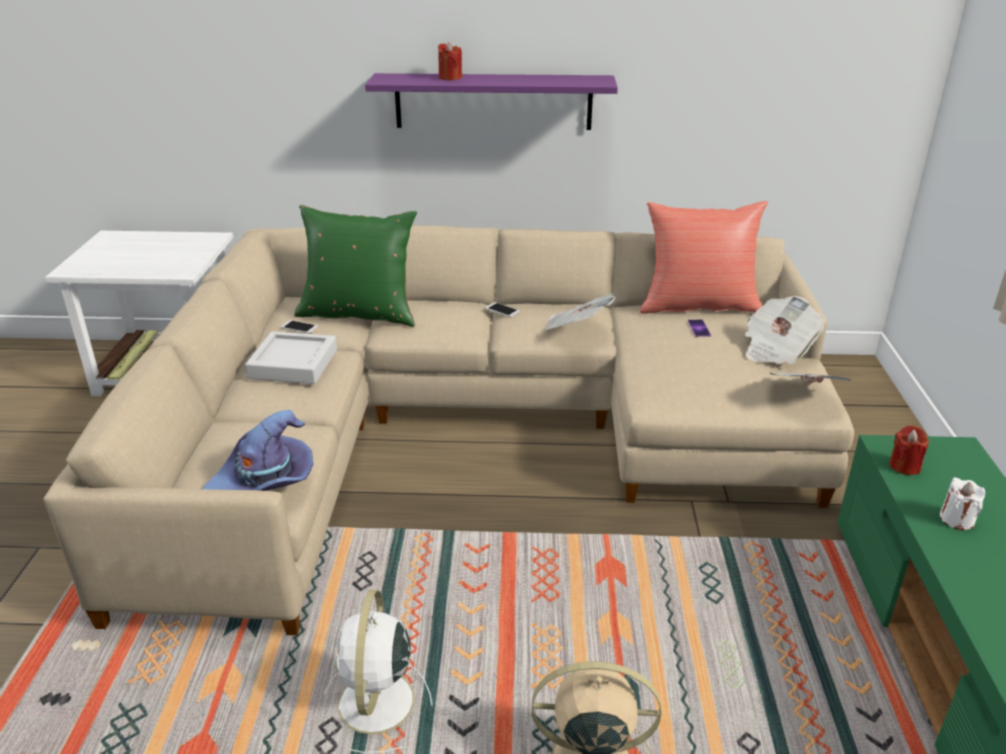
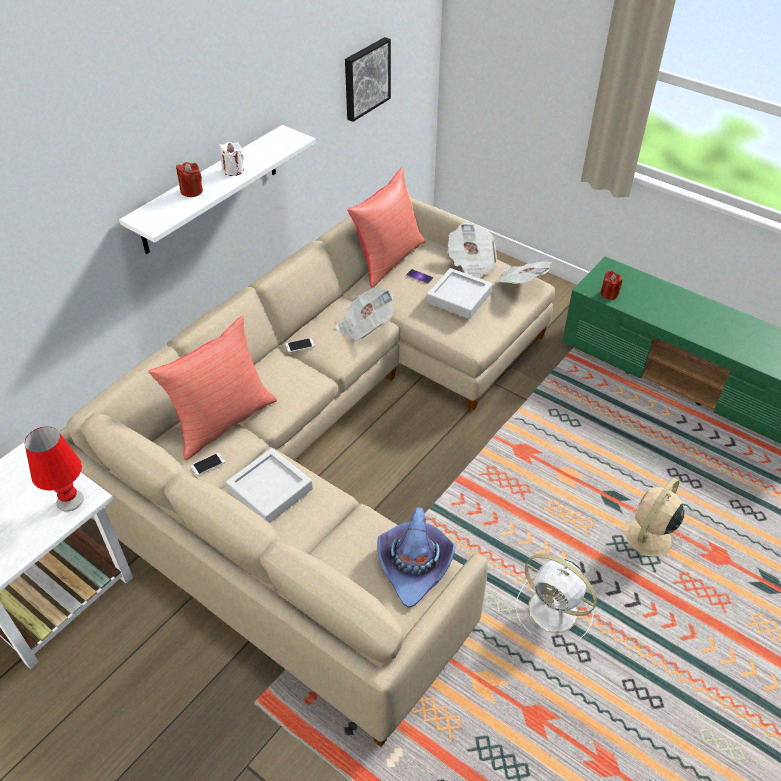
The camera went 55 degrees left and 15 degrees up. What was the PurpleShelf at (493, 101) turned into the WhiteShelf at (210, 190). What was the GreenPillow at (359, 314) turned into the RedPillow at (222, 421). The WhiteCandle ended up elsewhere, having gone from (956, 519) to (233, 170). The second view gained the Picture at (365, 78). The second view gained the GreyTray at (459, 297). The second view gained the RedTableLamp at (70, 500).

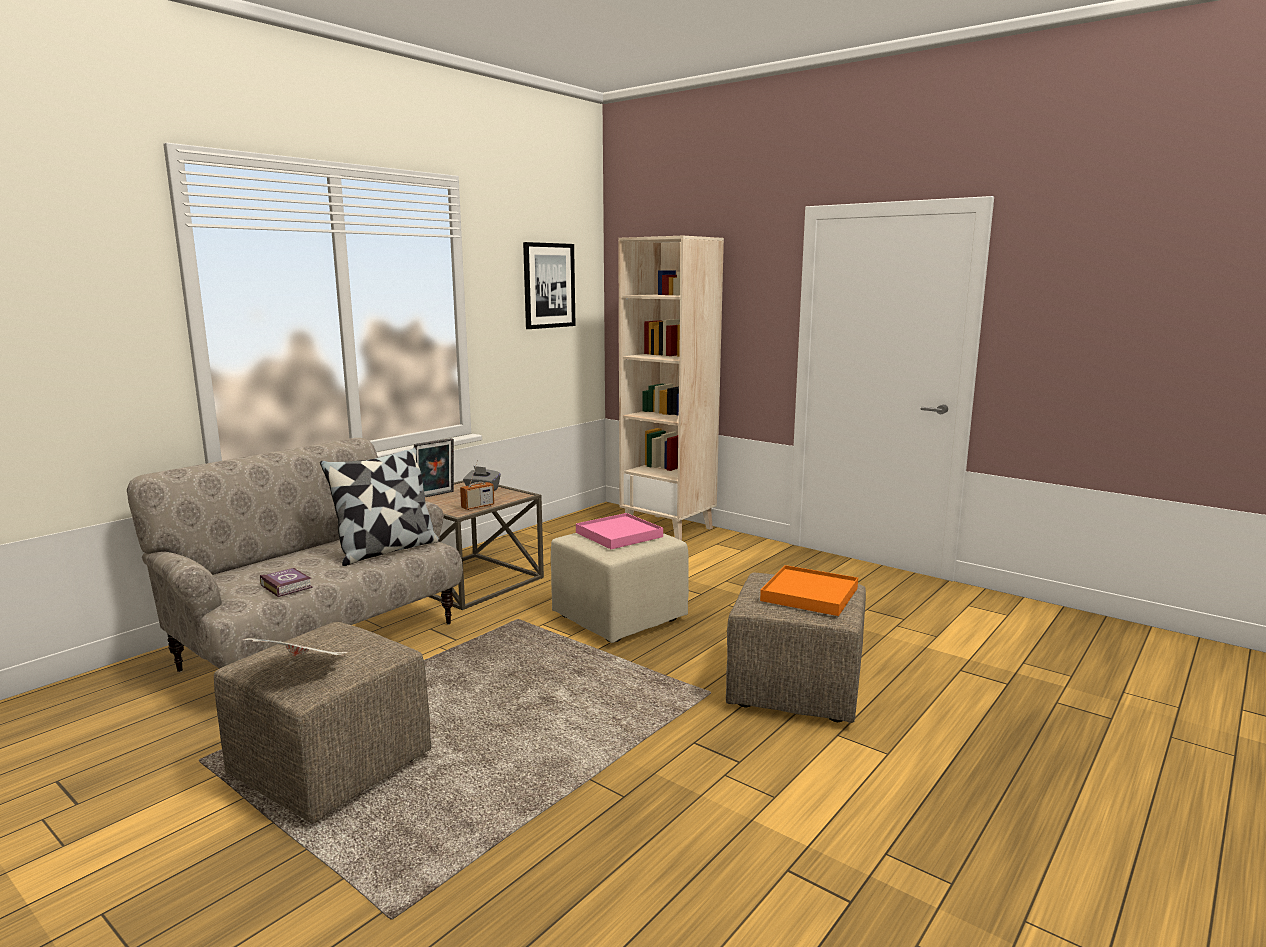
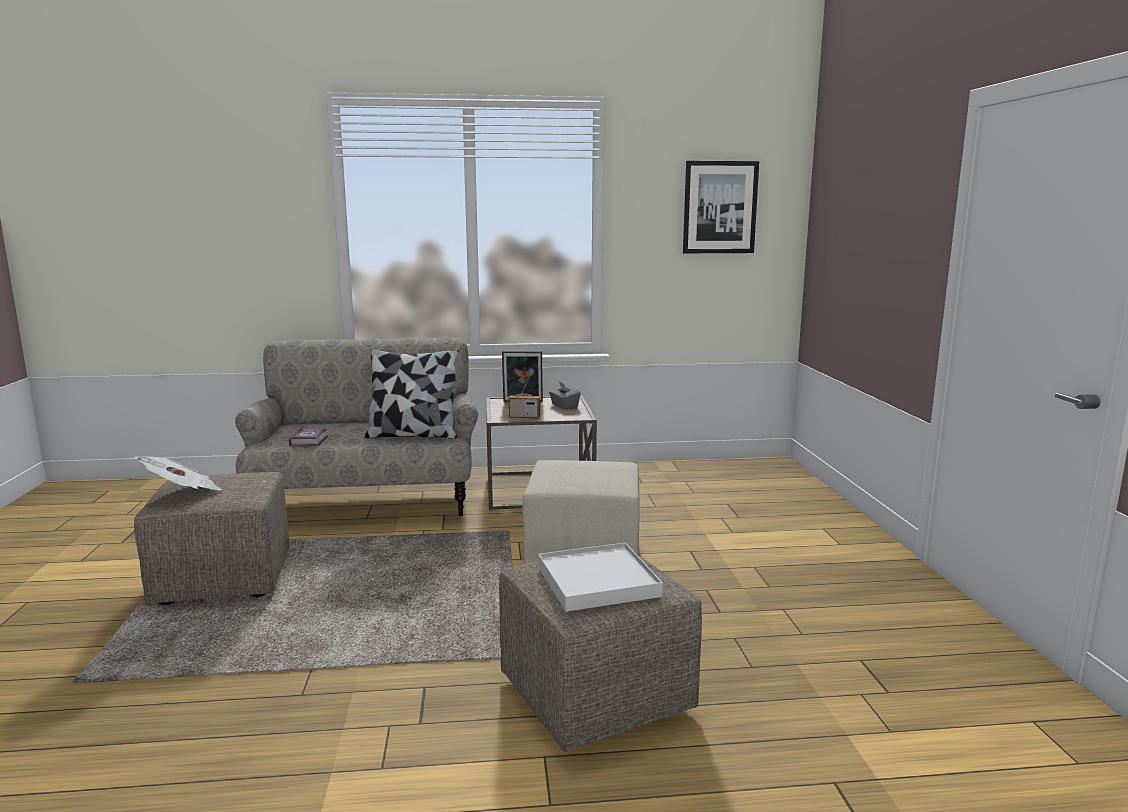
The camera went 45 degrees right and 0 degrees up. The second view lost the BeigeBookcase at (669, 528). The second view lost the PinkTray at (619, 535). What was the OrangeTray at (810, 594) turned into the WhiteTray at (598, 581).

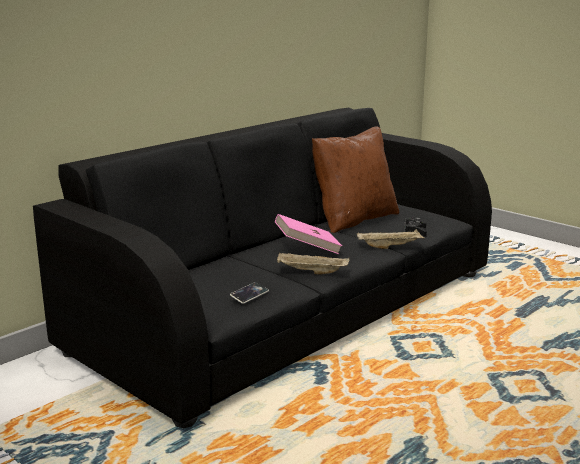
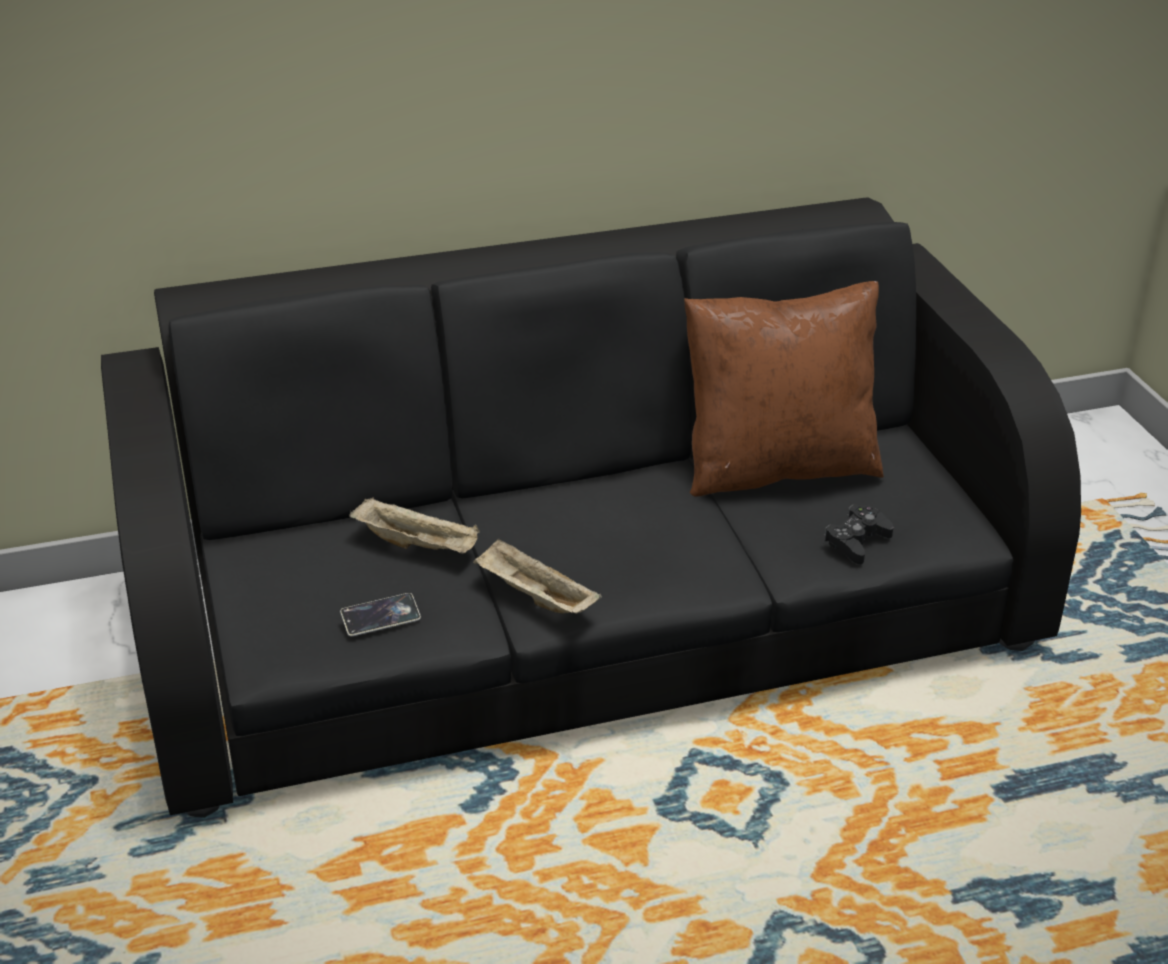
The camera went 30 degrees right and 15 degrees up. The second view lost the PinkBook at (307, 248). The BeigeTray ended up elsewhere, having gone from (390, 247) to (418, 545).

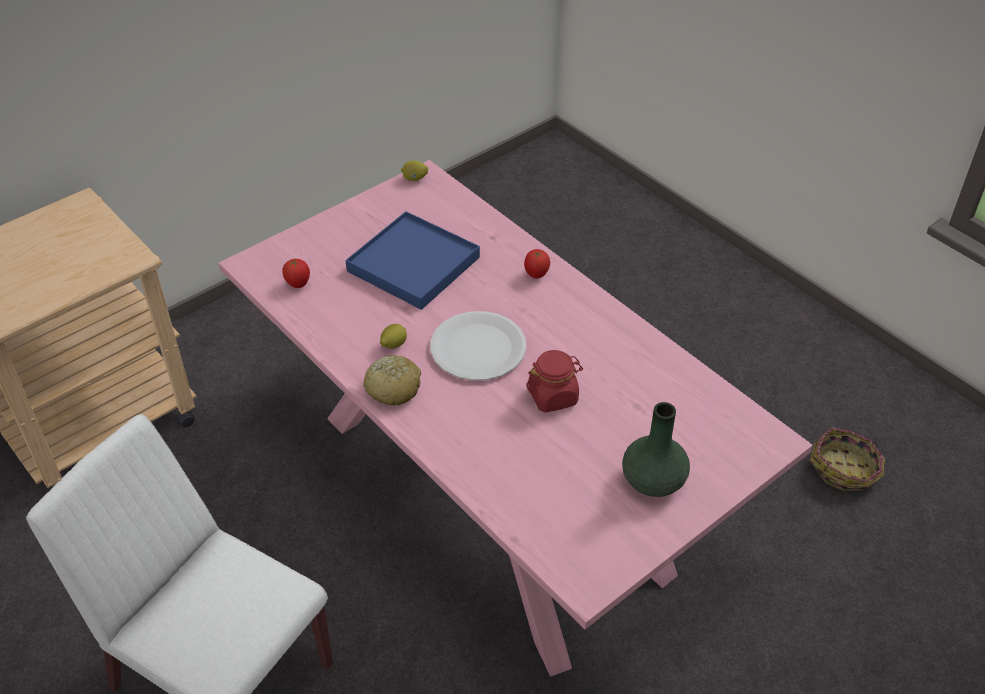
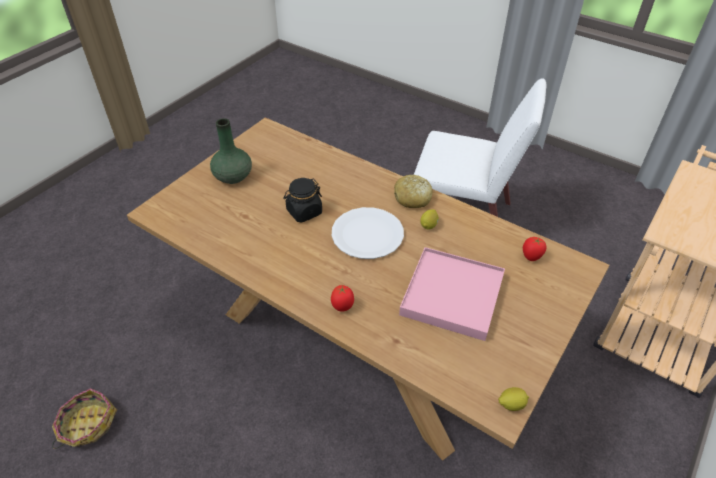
The camera went 165 degrees right and 0 degrees up. What was the PinkDiningTable at (490, 494) turned into the BrownDiningTable at (359, 341). What was the BlueTray at (413, 264) turned into the PinkTray at (452, 295). What was the RedJar at (553, 396) turned into the BlackJar at (304, 212).

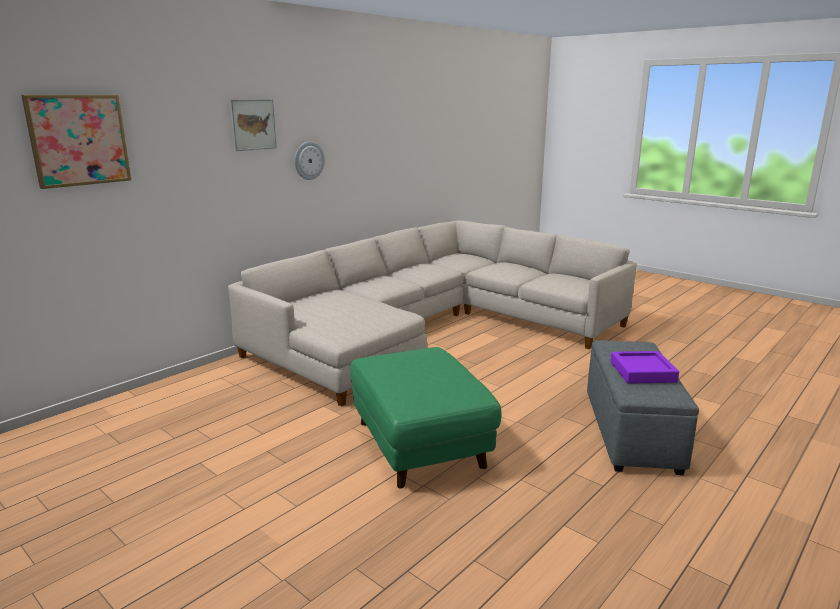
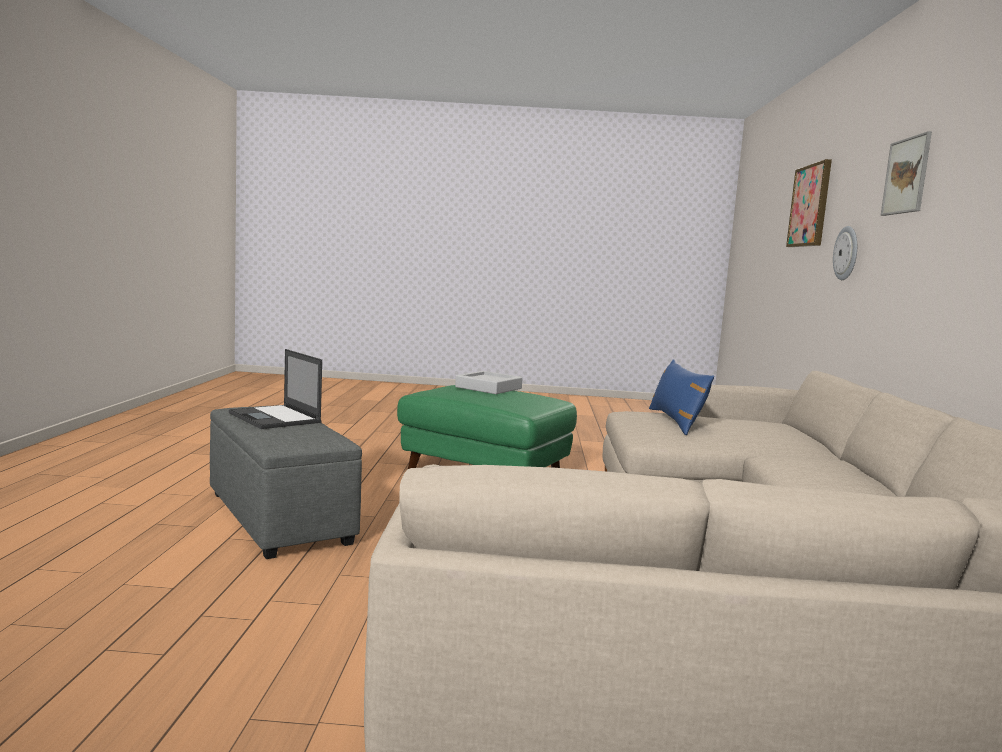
The camera went 140 degrees right and 10 degrees down. The WallClock ended up elsewhere, having gone from (309, 160) to (846, 253). Where the PurpleTray stood at (642, 372), the Laptop came to stand at (275, 418). The second view gained the BluePillow at (676, 421). The second view gained the GreyTray at (488, 388).

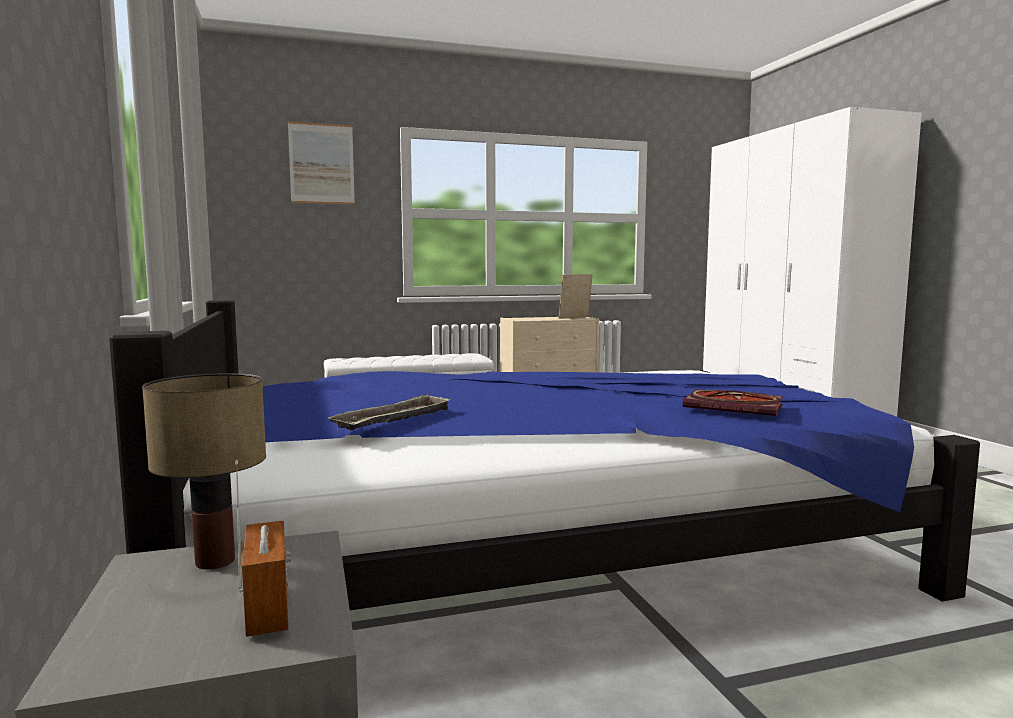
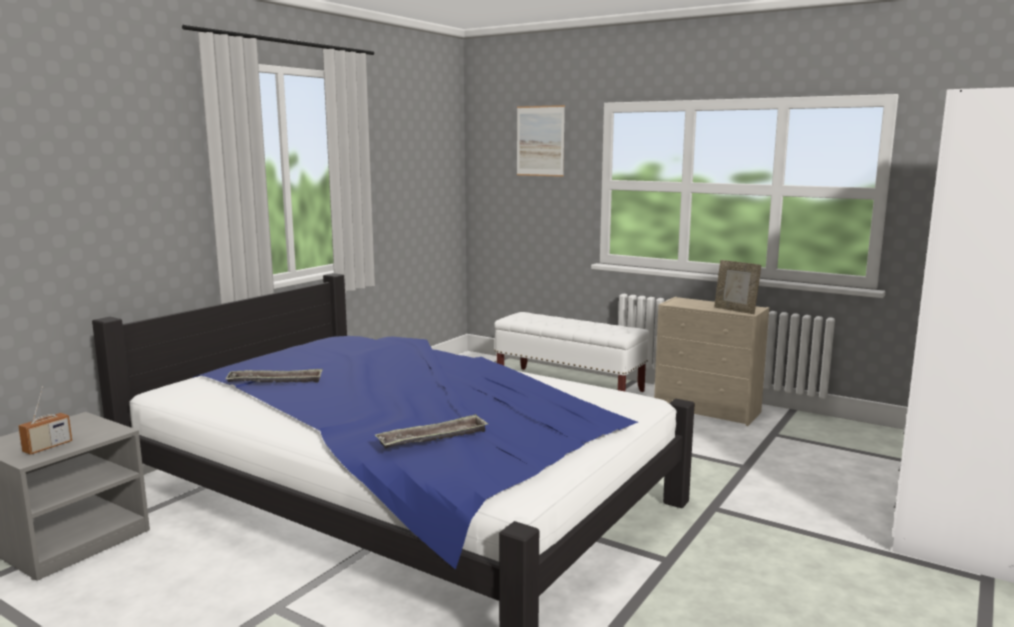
The camera went 50 degrees right and 5 degrees up. The PictureFrame at (575, 318) ended up facing another way, 150 degrees counterclockwise from before. The second view lost the TableLamp at (213, 562). Where the Book stood at (736, 407), the Tray came to stand at (433, 438).

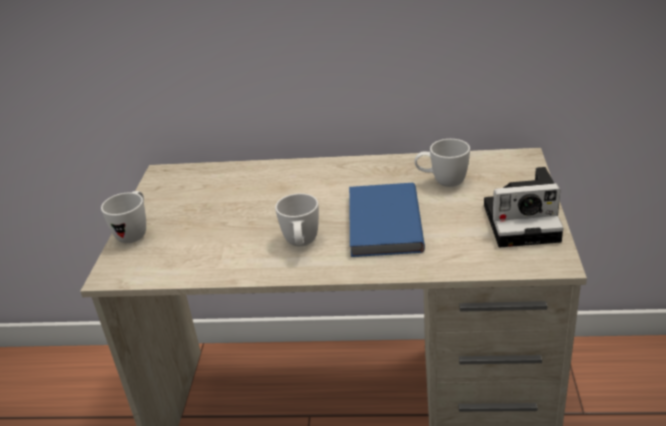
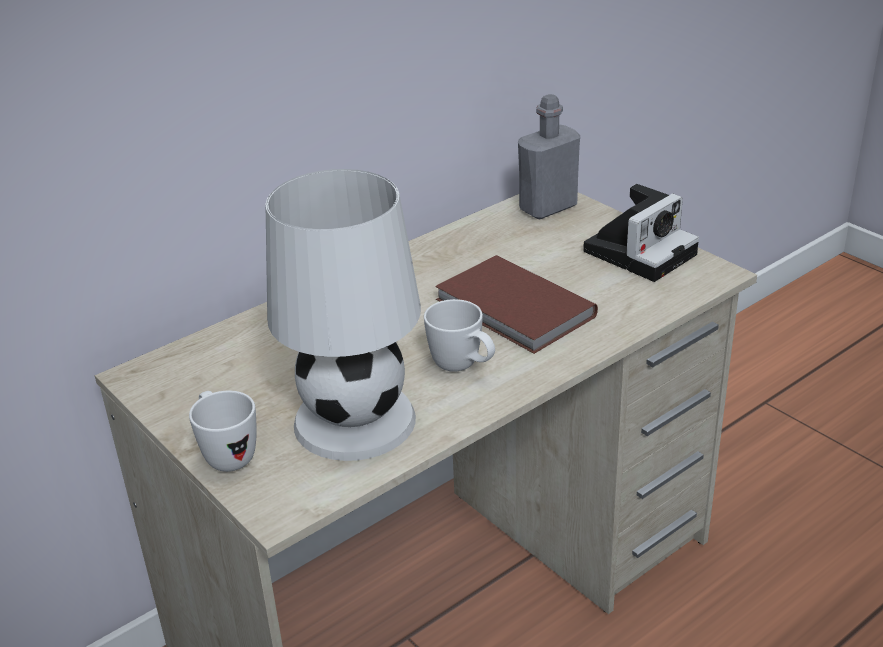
The camera went 45 degrees left and 0 degrees up. The second view lost the WhiteMug at (442, 182). What was the BlueBook at (382, 224) turned into the BrownBook at (513, 310). The second view gained the GreyBottle at (548, 208). The second view gained the WhiteTableLamp at (356, 419).

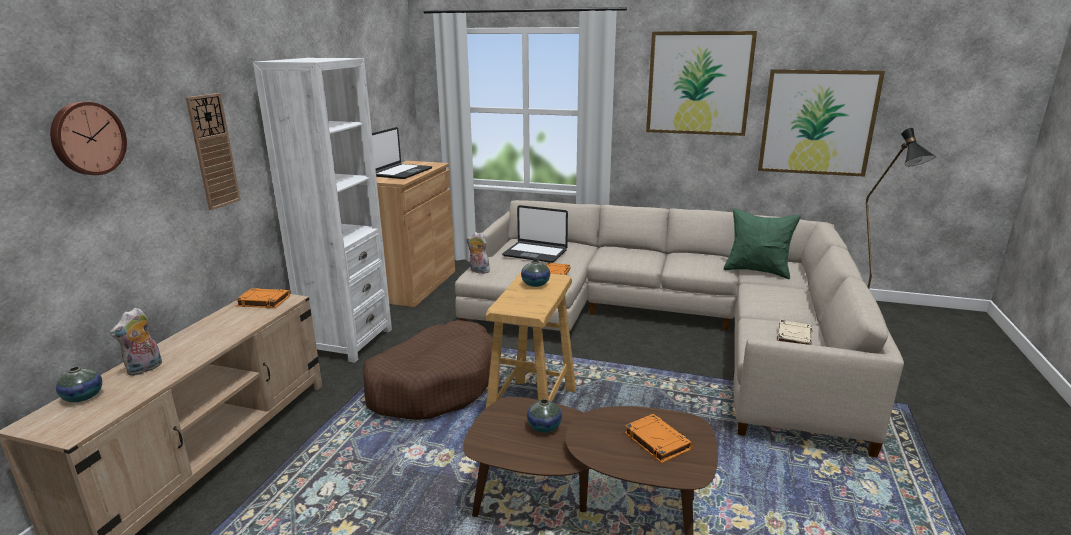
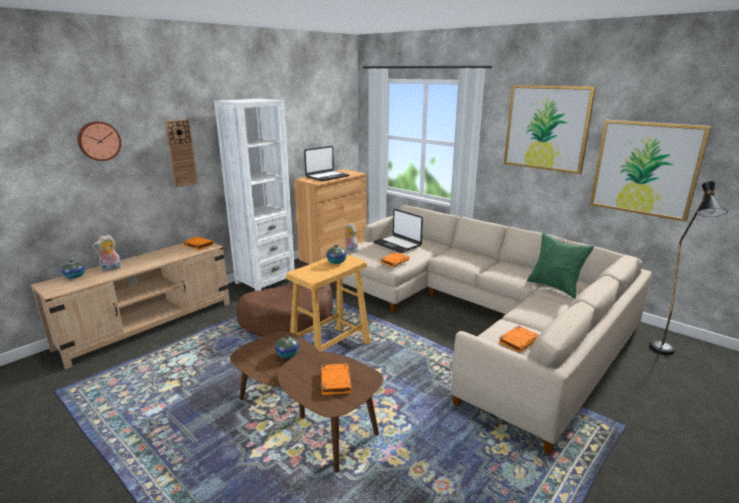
The camera went 25 degrees right and 0 degrees up. What was the BeigeBook at (793, 337) turned into the OrangeBook at (518, 341).

